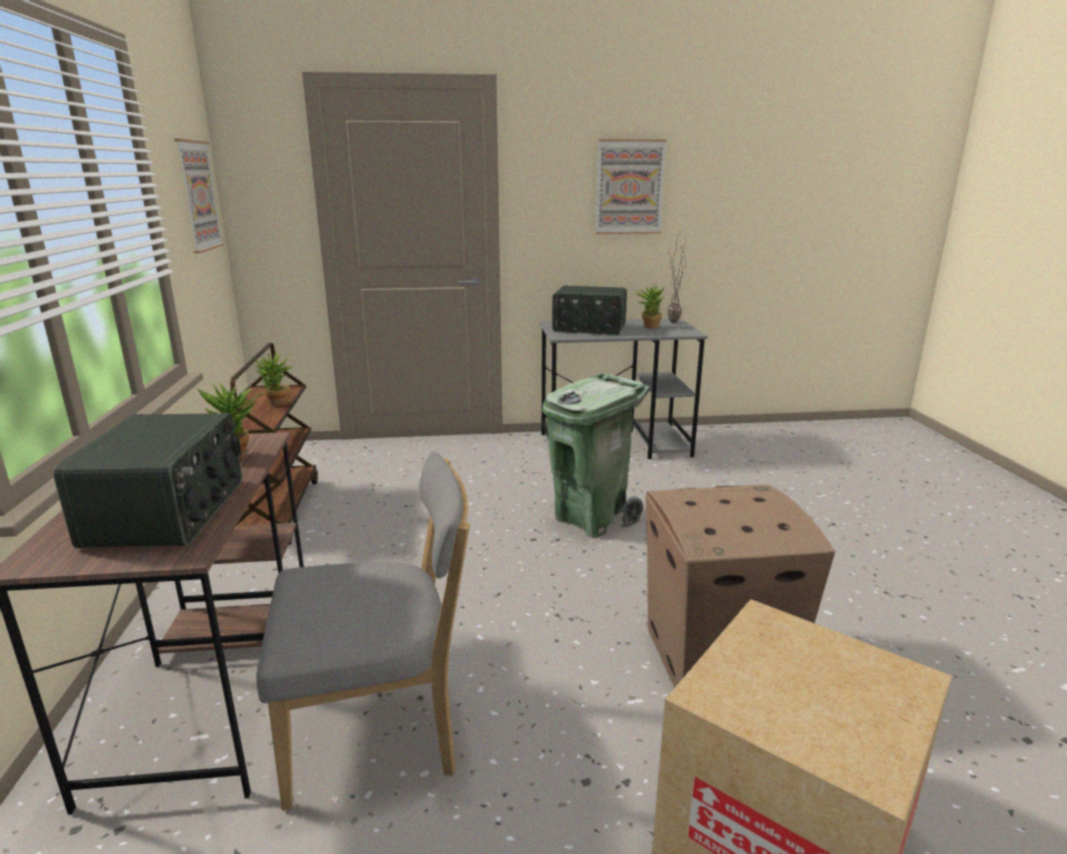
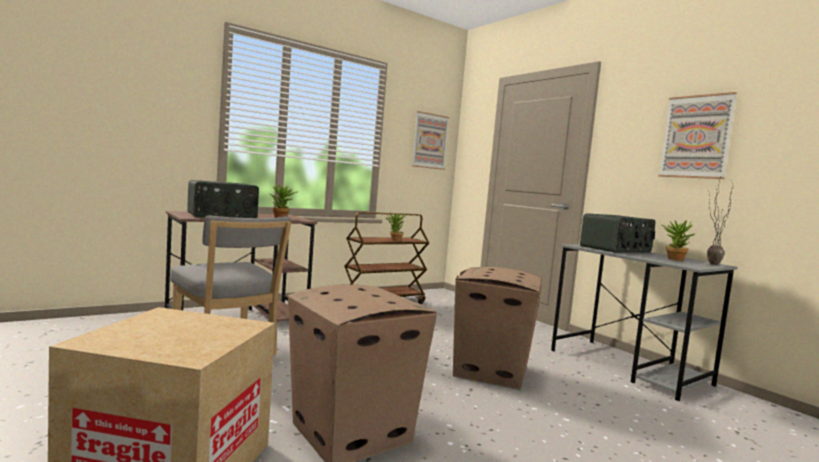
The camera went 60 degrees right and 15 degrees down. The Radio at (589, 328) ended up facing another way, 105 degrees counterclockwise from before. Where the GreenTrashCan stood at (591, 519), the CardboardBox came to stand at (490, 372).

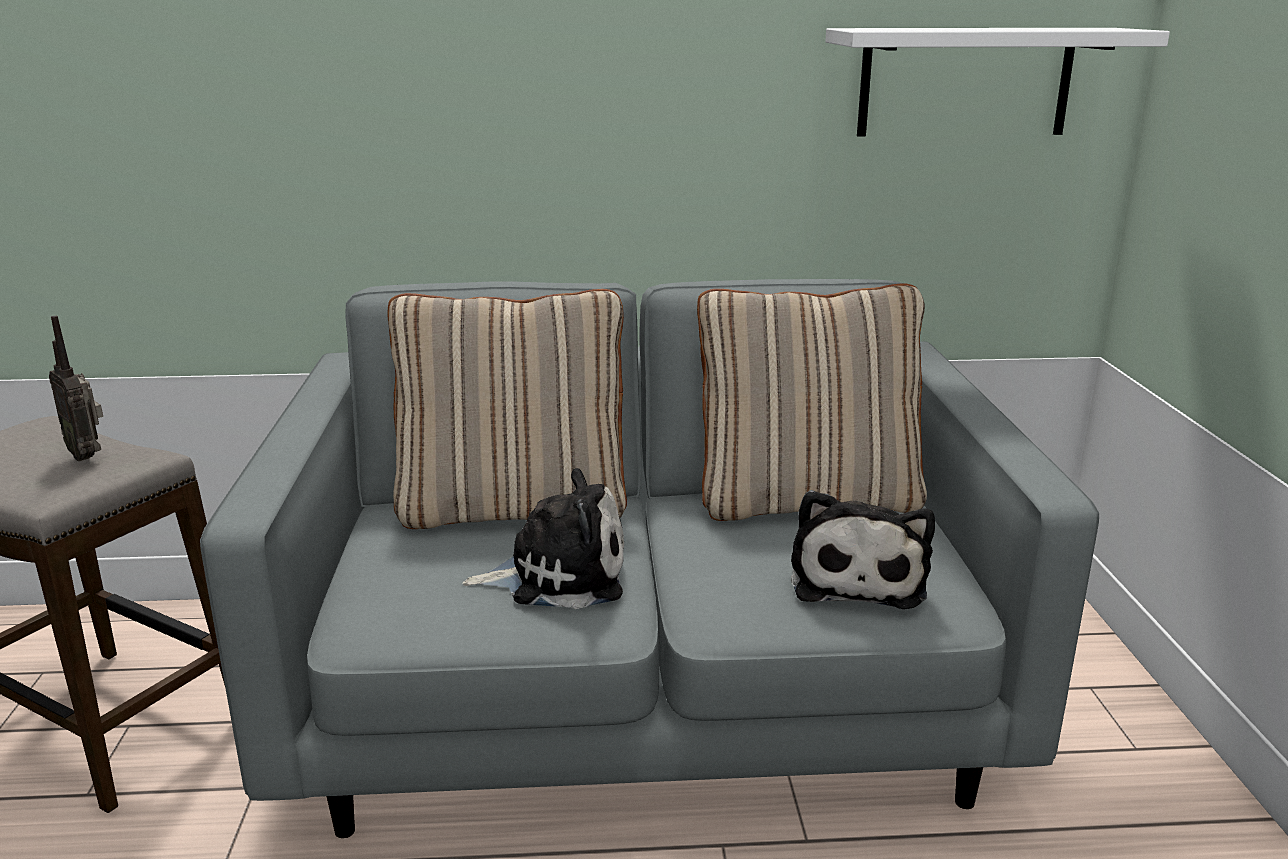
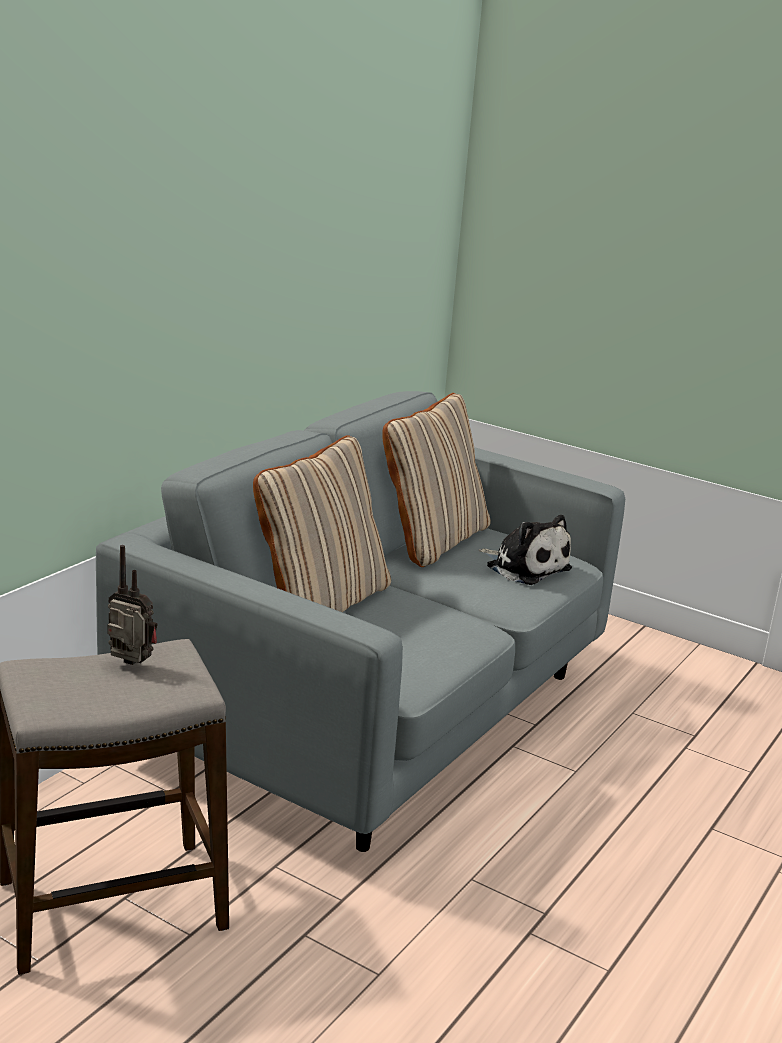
The camera went 55 degrees left and 0 degrees up. The second view lost the WhiteShelf at (965, 82). The Radio at (88, 455) ended up facing another way, 150 degrees counterclockwise from before. The second view lost the PlushToy at (559, 575).

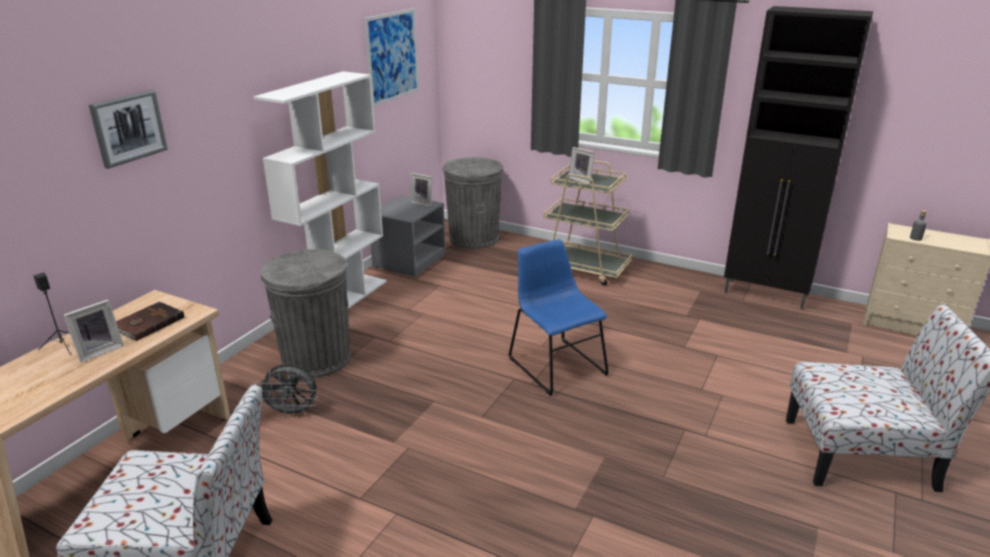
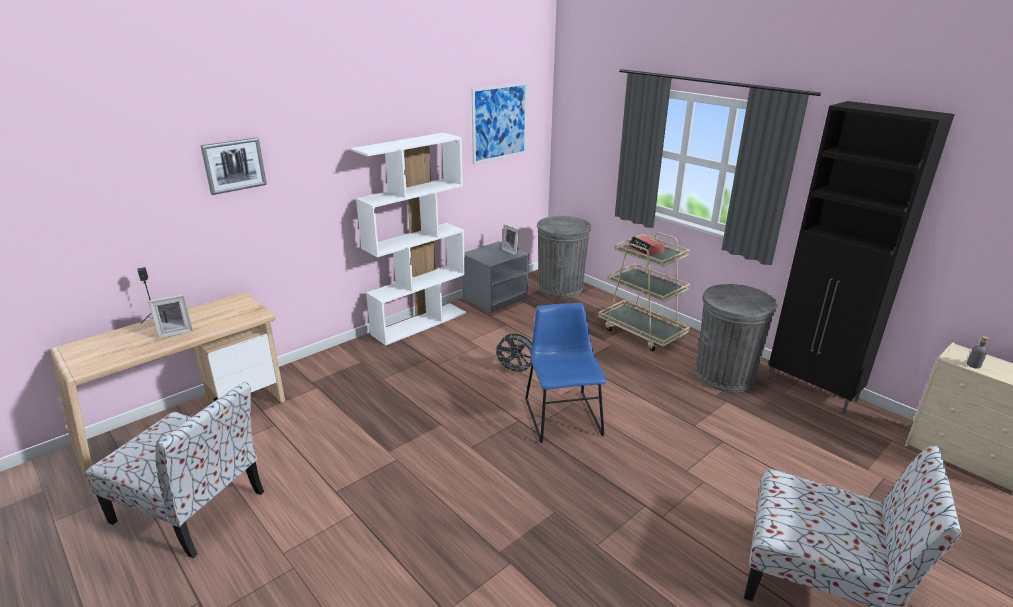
The camera went 20 degrees right and 0 degrees up. Where the PictureFrame stood at (581, 180), the AlarmClock came to stand at (645, 250). The GreyTrashCan ended up elsewhere, having gone from (316, 358) to (724, 375). The second view lost the BrownBook at (147, 323). The GreyFan ended up elsewhere, having gone from (293, 413) to (516, 371).

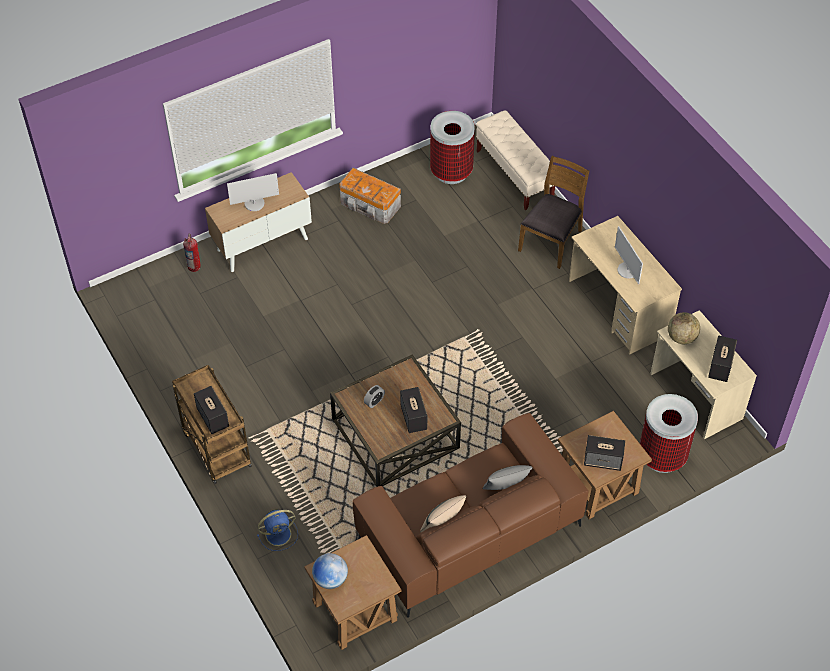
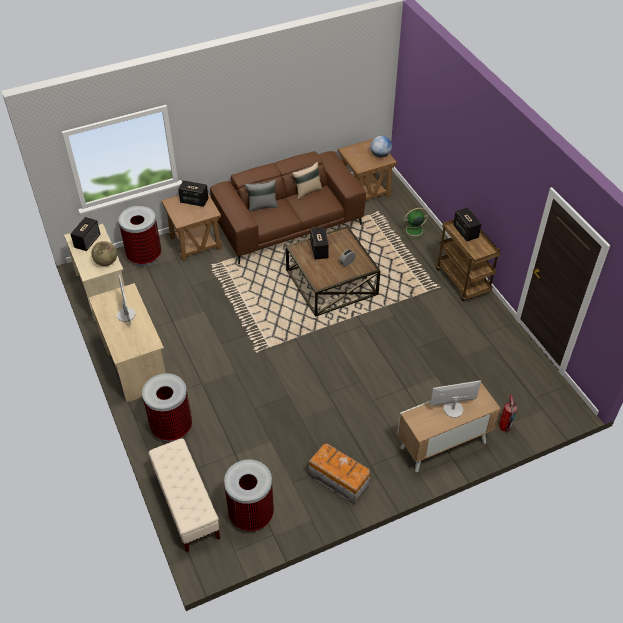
The camera went 175 degrees left and 5 degrees down. Where the BrownChair stood at (551, 241), the TrashCan came to stand at (171, 427). What was the BlueFan at (279, 534) turned into the GreenFan at (413, 230).

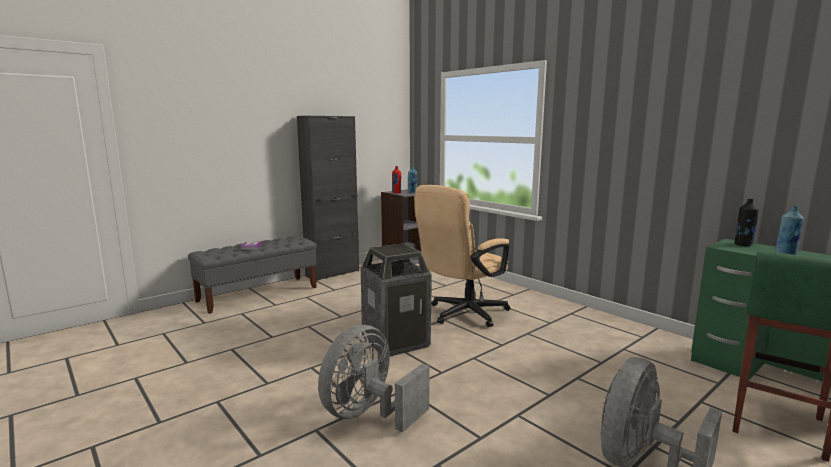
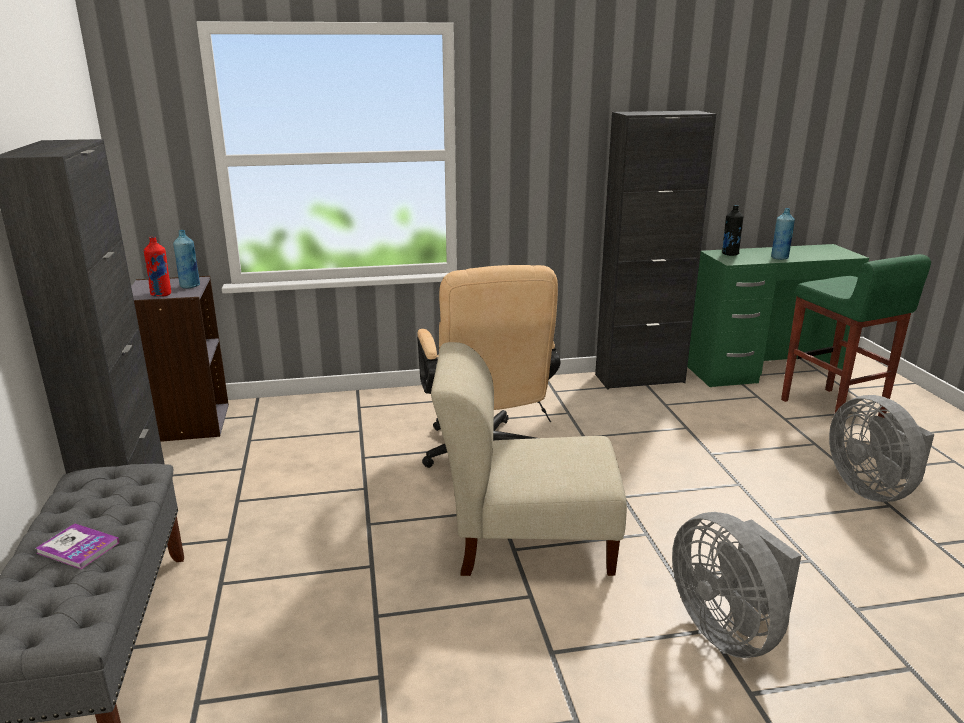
The camera went 60 degrees left and 10 degrees up. Where the TrashCan stood at (396, 342), the BeigeChair came to stand at (526, 540). The second view gained the BlackCabinet at (639, 378).

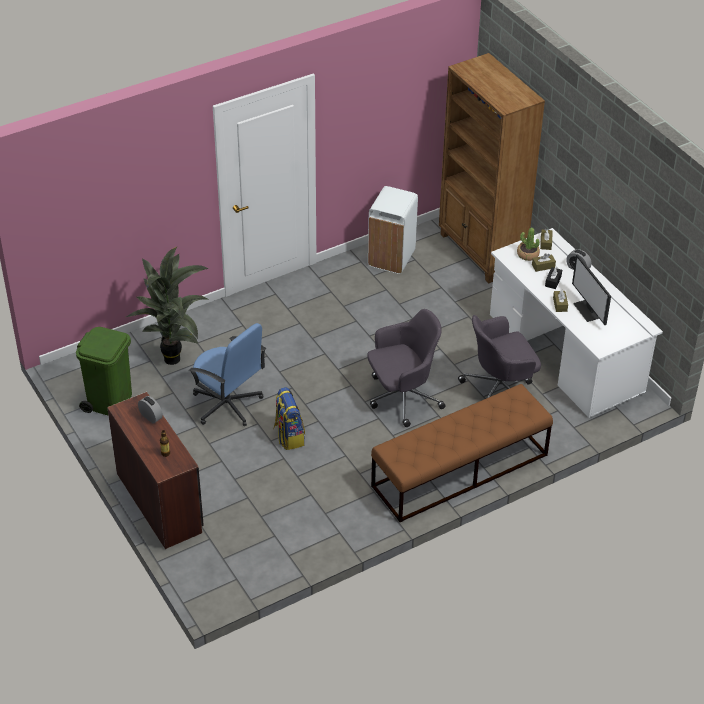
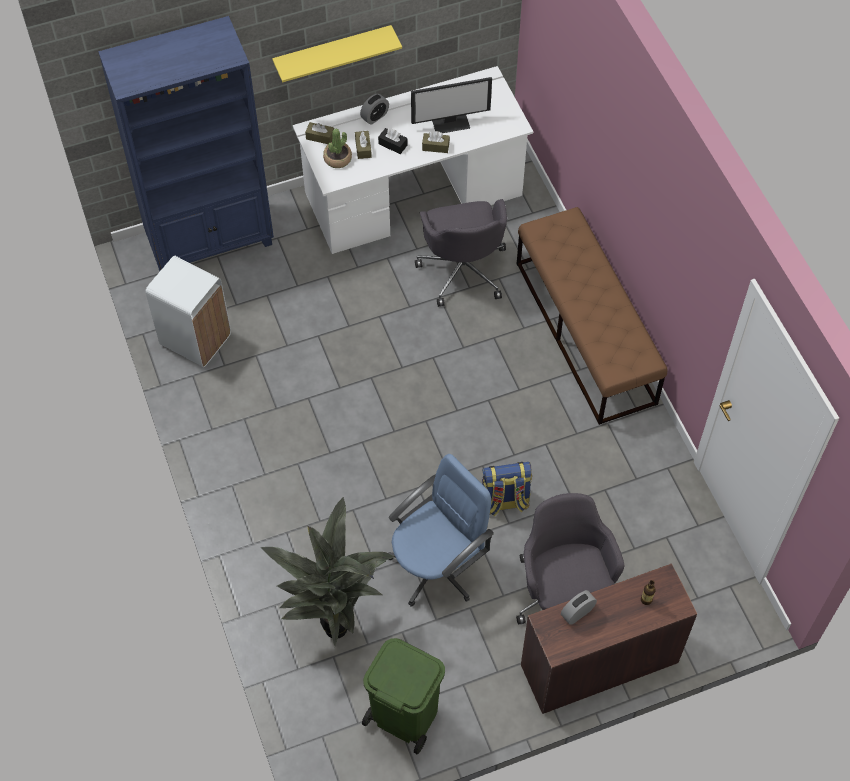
The camera went 80 degrees left and 15 degrees up. What was the BrownBookcase at (481, 252) turned into the BlueBookcase at (211, 241). The GreyOfficeChair ended up elsewhere, having gone from (402, 398) to (563, 593). The second view gained the YellowShelf at (333, 53).

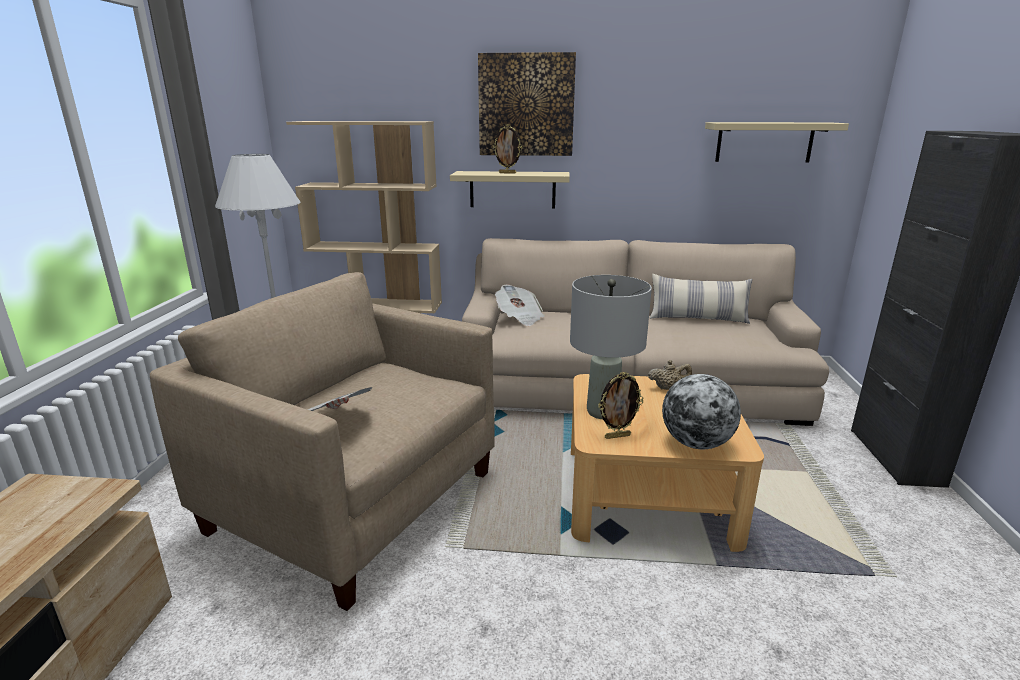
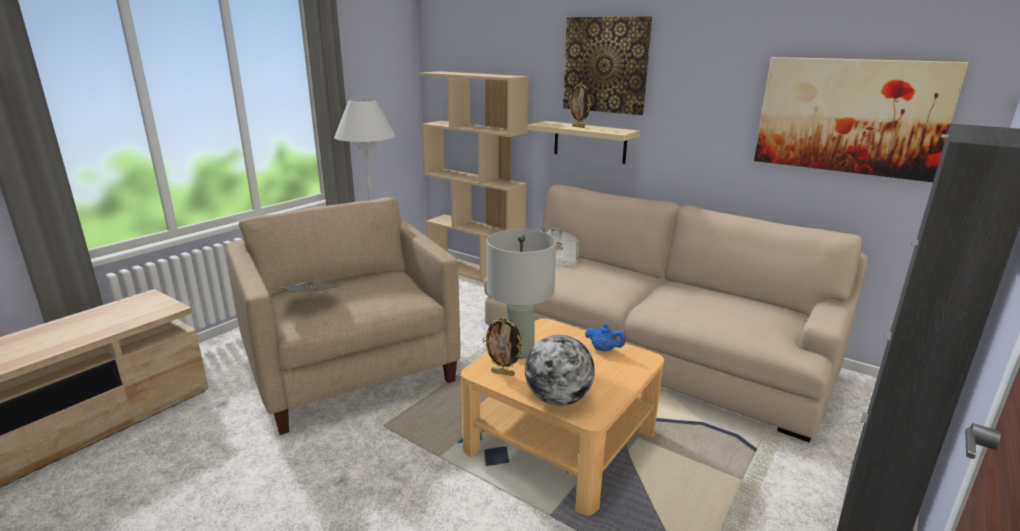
The camera went 30 degrees right and 0 degrees up. Where the BeigeShelf hung at (764, 142), the Picture came to hang at (849, 116). The second view lost the Pillow at (698, 319). What was the BeigeTeapot at (668, 388) turned into the BlueTeapot at (604, 350).

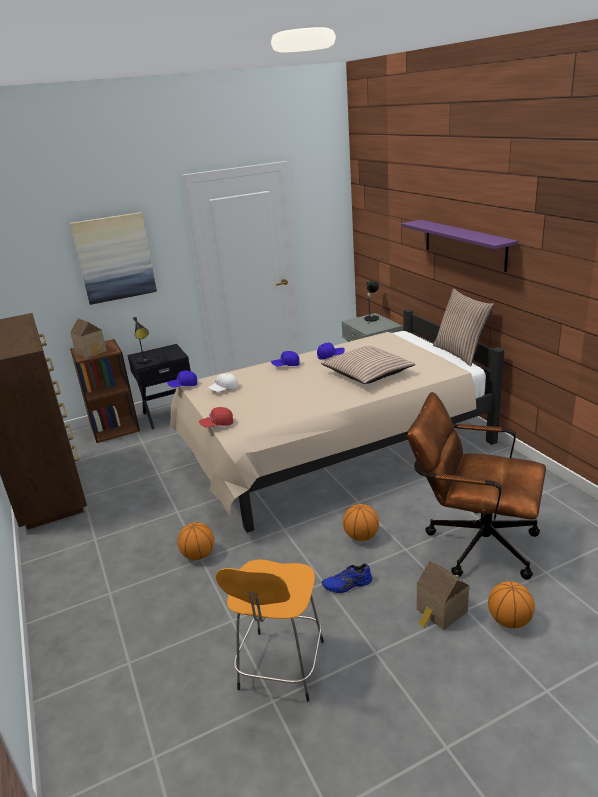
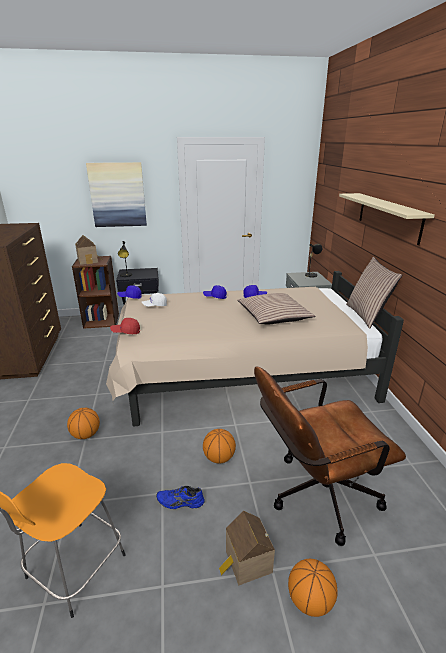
The camera went 15 degrees right and 0 degrees up. What was the PurpleShelf at (464, 244) turned into the BeigeShelf at (388, 216). The BrownOfficeChair at (472, 542) ended up facing another way, 60 degrees counterclockwise from before.

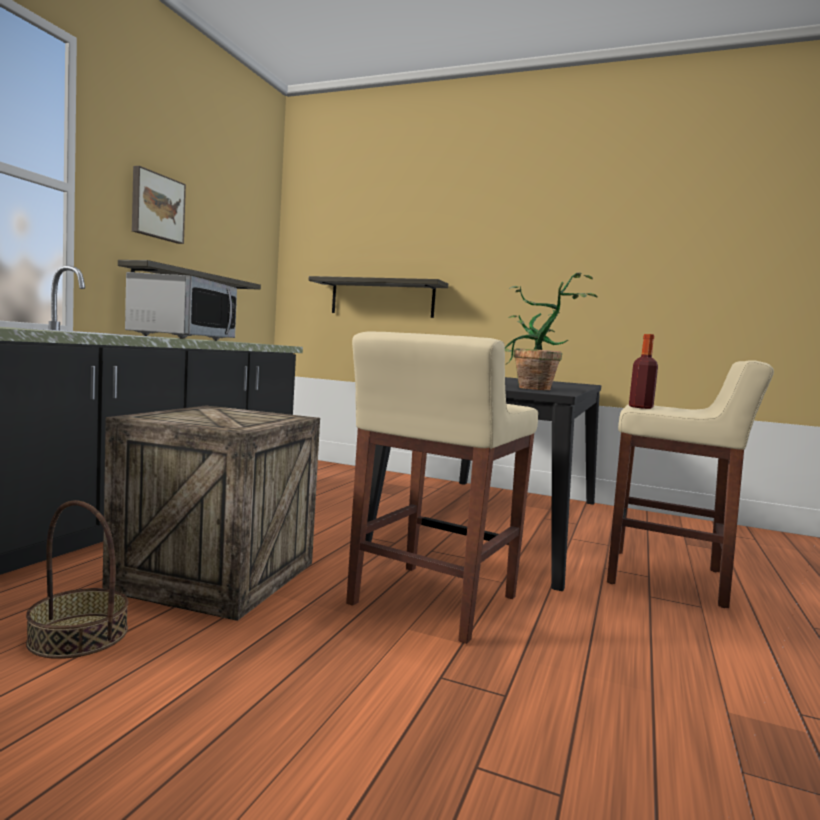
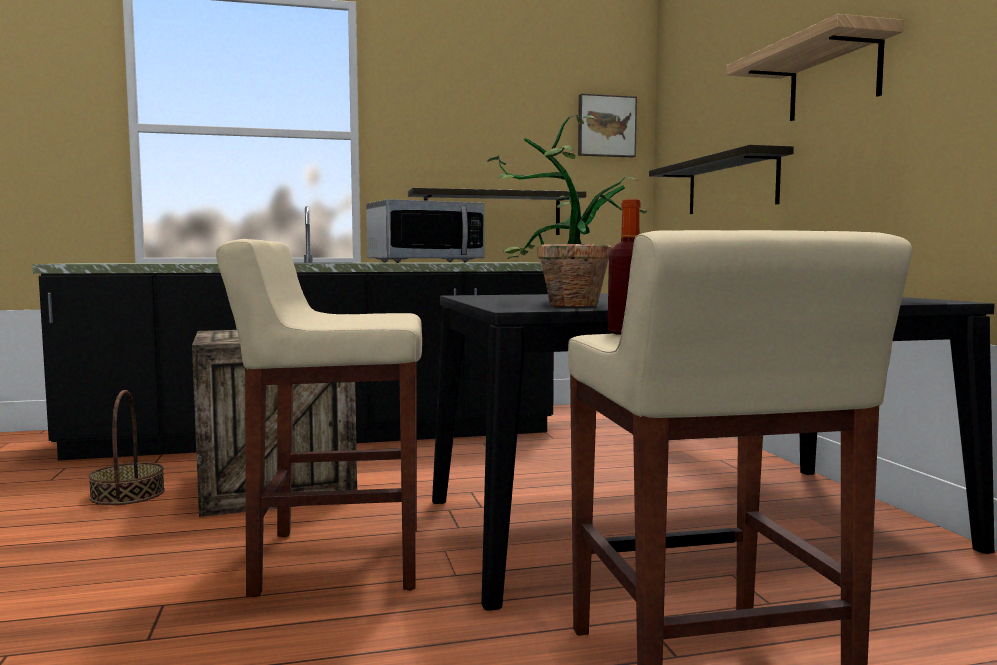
The camera went 55 degrees right and 0 degrees up. The Picture ended up elsewhere, having gone from (156, 206) to (606, 126). The second view gained the Shelf at (834, 78).

